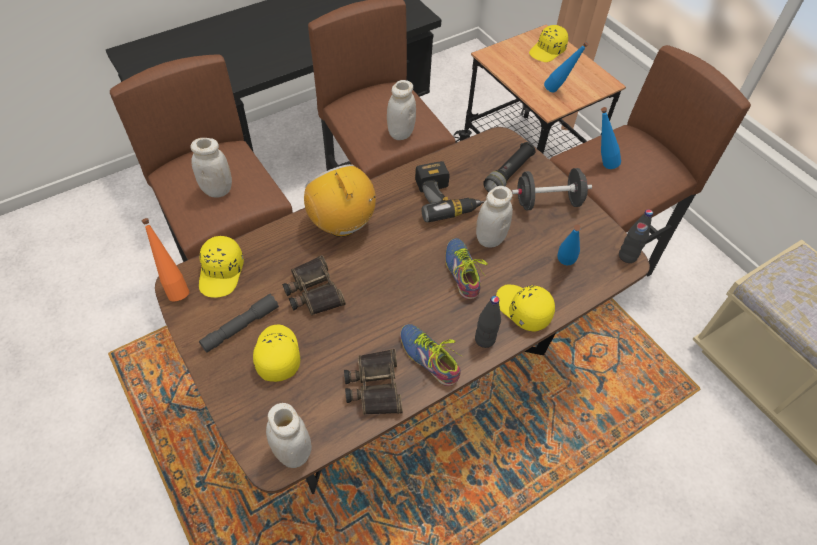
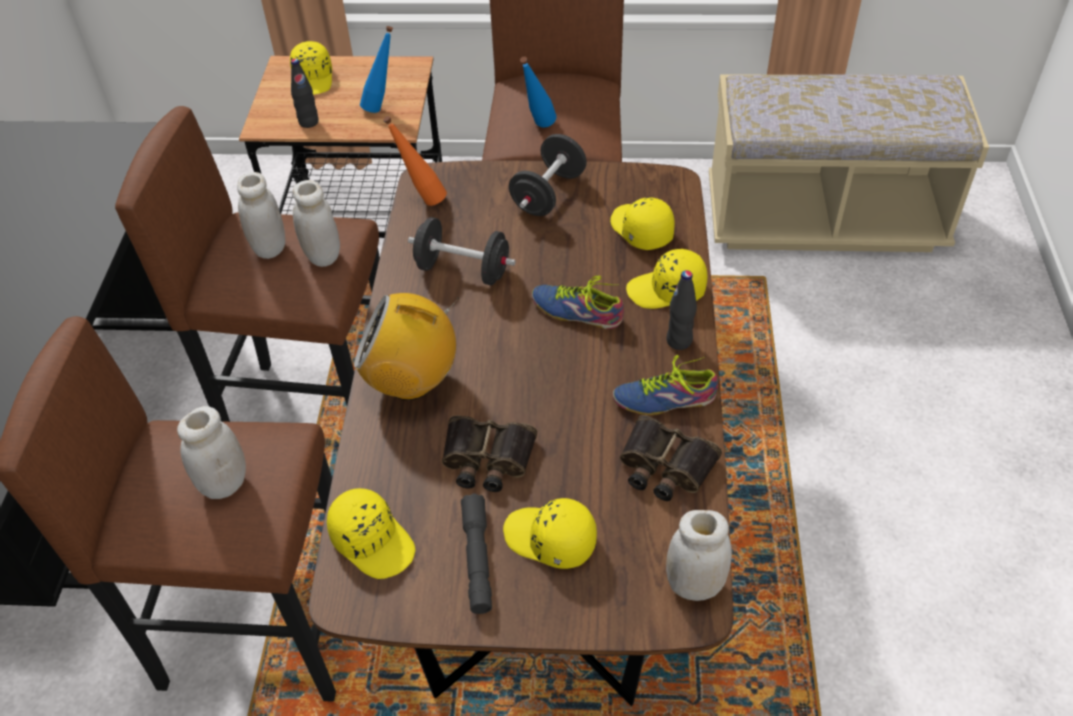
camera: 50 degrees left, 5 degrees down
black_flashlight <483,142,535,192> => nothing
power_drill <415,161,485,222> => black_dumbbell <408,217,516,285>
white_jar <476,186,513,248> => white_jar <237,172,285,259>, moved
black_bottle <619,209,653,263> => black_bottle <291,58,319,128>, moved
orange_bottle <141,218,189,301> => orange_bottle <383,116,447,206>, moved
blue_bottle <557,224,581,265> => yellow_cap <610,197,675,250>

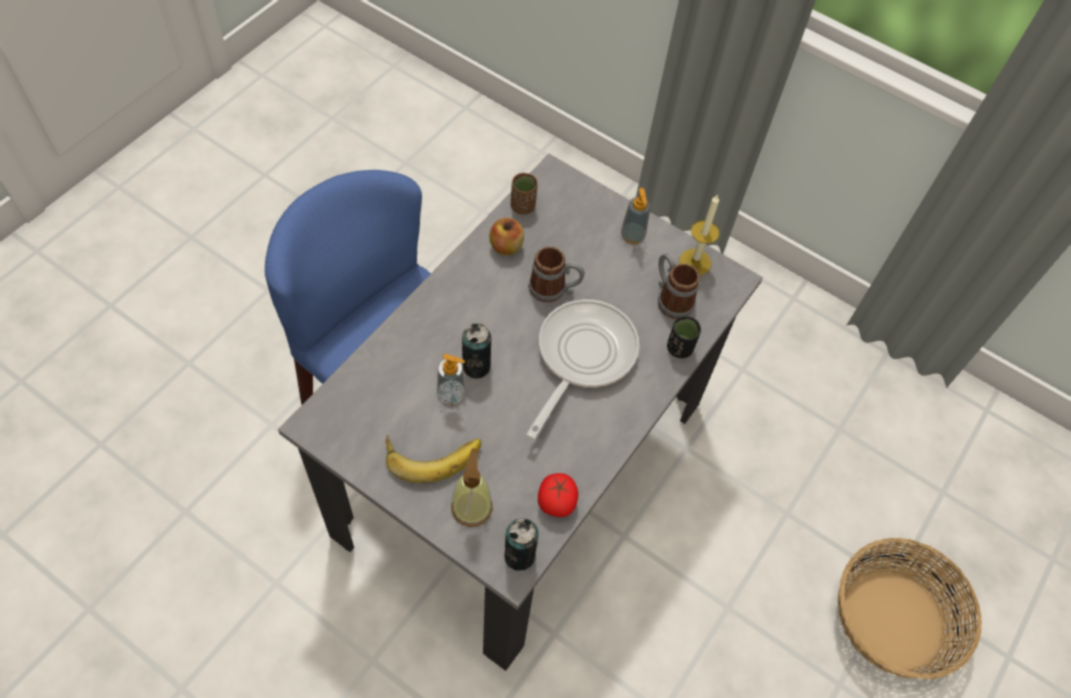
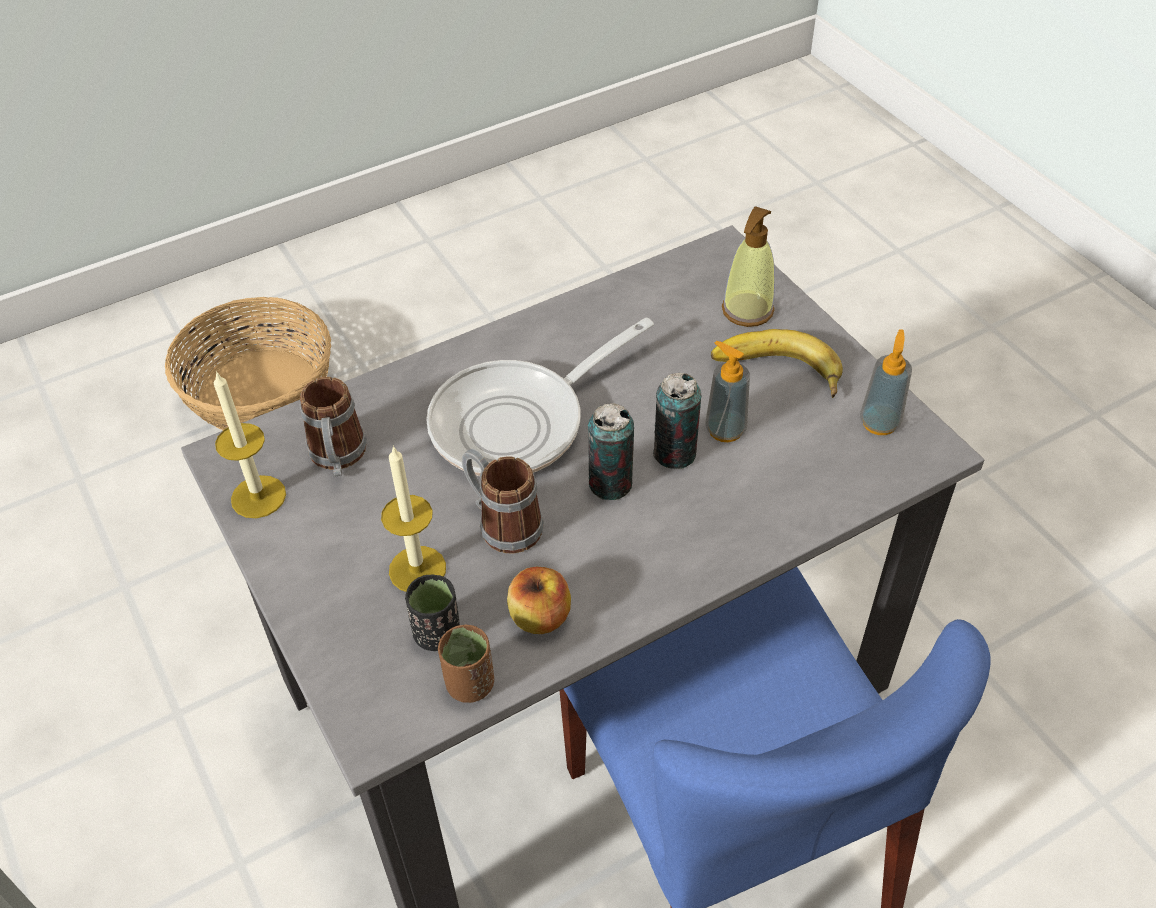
camera: 150 degrees left, 10 degrees down
soap_dispenser <621,188,650,244> => soap_dispenser <860,329,912,435>, moved
black_cup <667,316,701,358> => black_cup <405,575,460,651>, moved
tomato <538,473,578,517> => nothing
can <504,518,539,571> => can <587,403,634,500>, moved
nothing => candle <381,445,446,592>

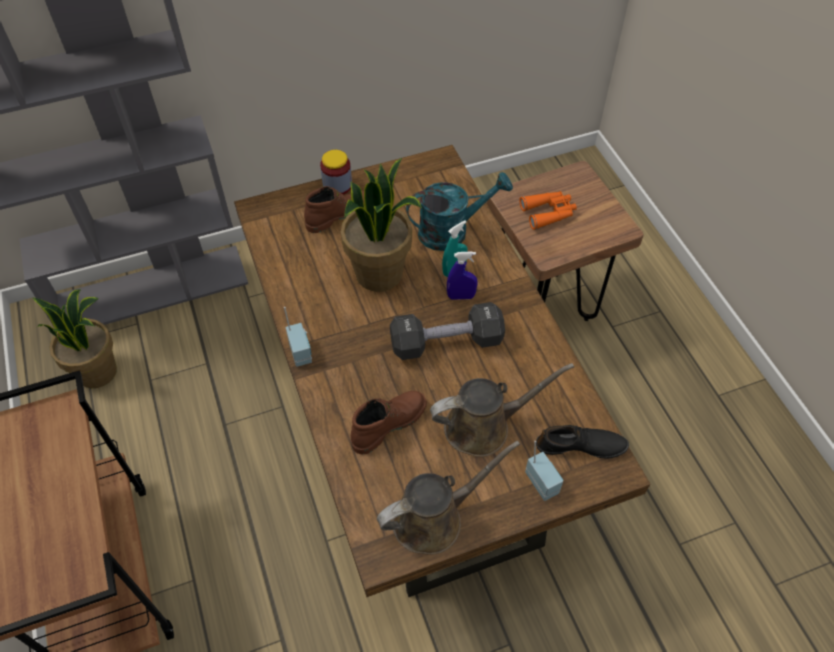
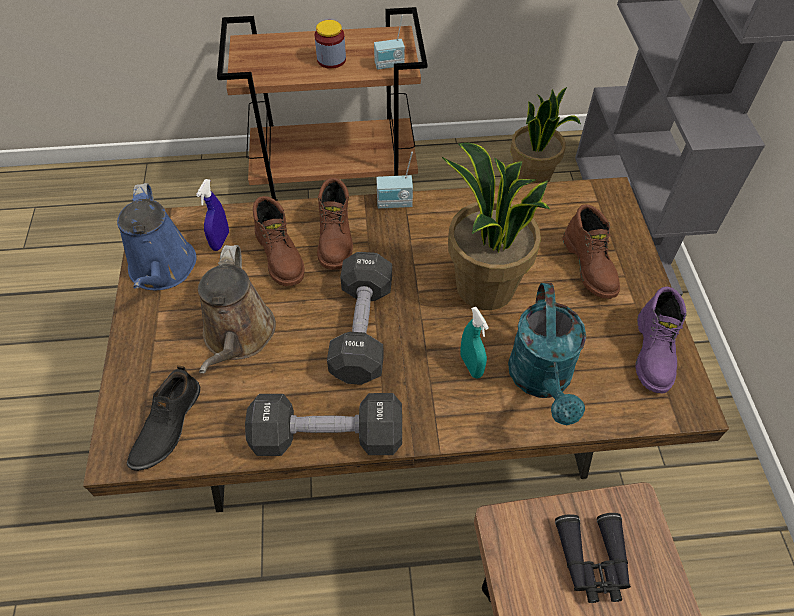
camera: 105 degrees right, 0 degrees up
jar <320,150,352,194> => jar <315,20,346,69>, moved
orange_binoculars <519,191,577,230> => black_binoculars <555,513,631,603>
blue_spray_bottle <447,251,478,300> => blue_spray_bottle <196,179,229,251>, moved
brown_watering_can <377,441,520,555> => blue_watering_can <117,183,197,290>
radio <525,441,563,501> => radio <374,15,405,70>, moved
nothing => brown_boot <317,178,353,270>
nothing => purple_boot <636,287,687,394>
nothing => black_dumbbell <245,393,402,456>

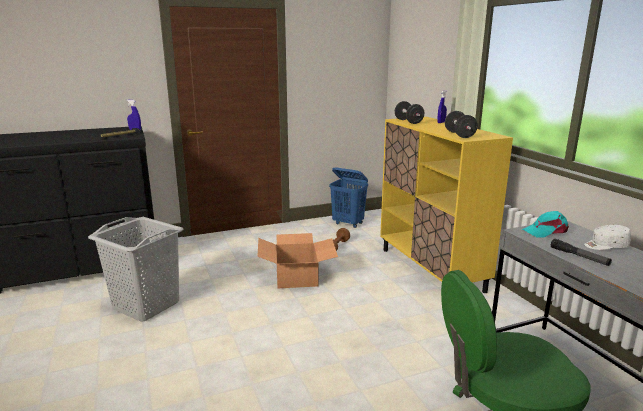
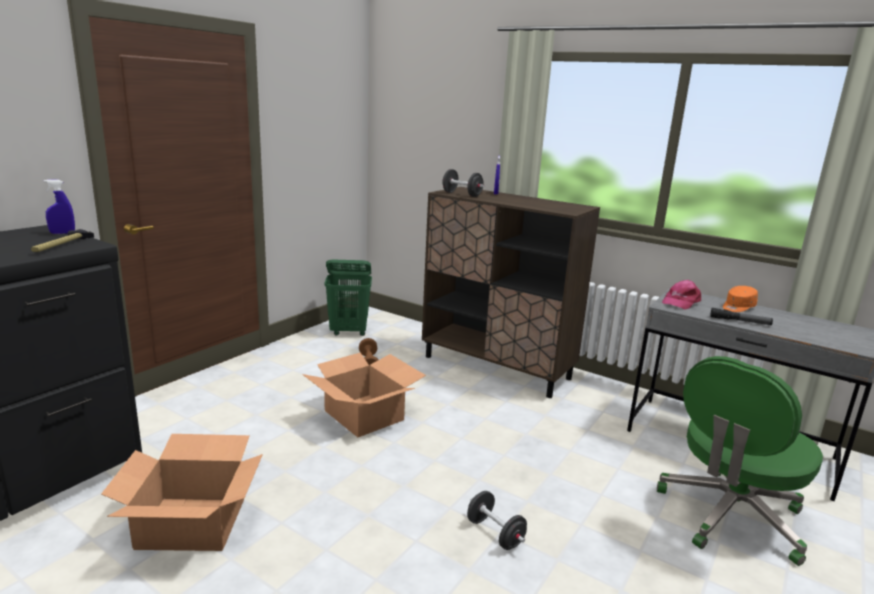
camera: 35 degrees left, 0 degrees up
black_dumbbell <445,111,478,138> => black_dumbbell <467,491,527,550>, moved
yellow_cabinet <380,117,513,293> => brown_cabinet <422,187,600,398>
blue_laundry_basket <329,167,368,228> => green_laundry_basket <325,259,372,336>
turquoise_cap <522,211,569,238> => pink_cap <662,280,701,310>
grey_laundry_basket <88,217,183,322> => cardboard_box <101,434,263,551>
white_cap <584,225,631,250> => orange_cap <723,286,758,312>

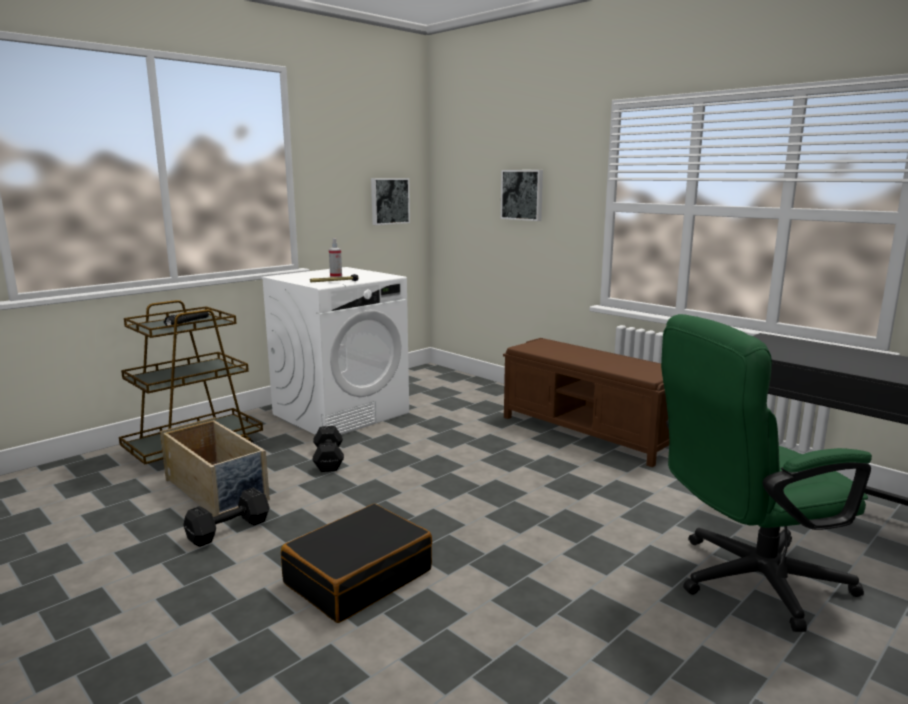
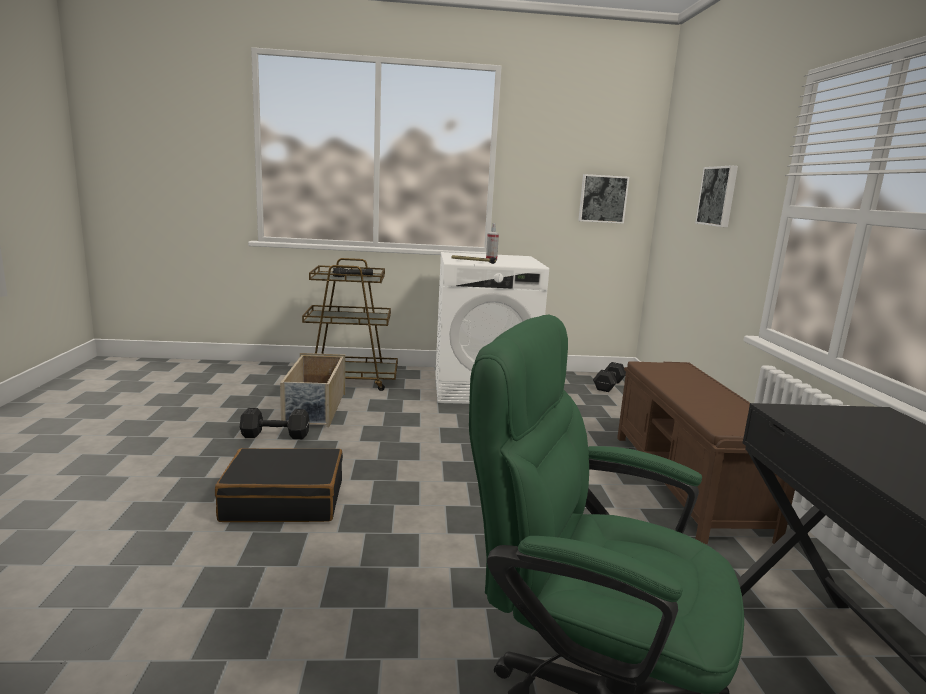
camera: 40 degrees right, 0 degrees up
black_dumbbell <313,426,344,472> => black_dumbbell <593,362,626,392>, moved

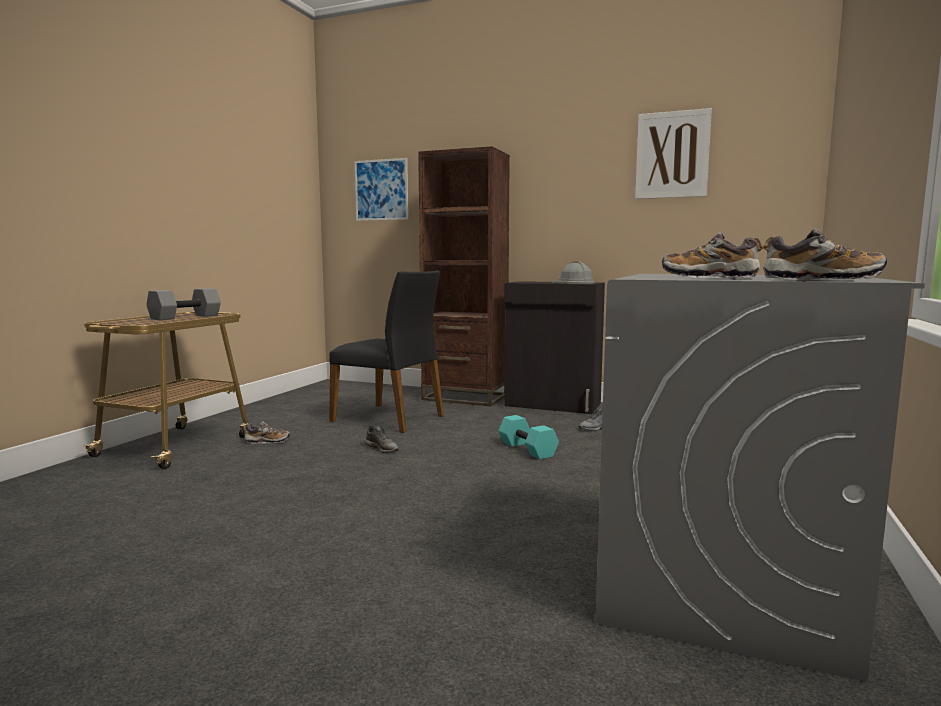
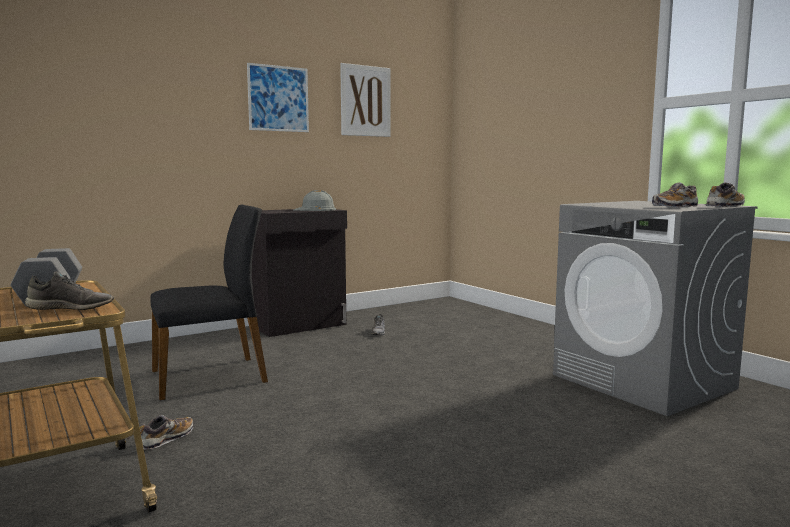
camera: 55 degrees left, 0 degrees up
brown_bookcase <418,146,510,406> => nothing
picture <355,158,408,221> => picture <247,63,309,132>, moved
turquoise_dumbbell <498,415,559,460> => nothing
grey_shoe <365,426,399,453> => grey_shoe <25,271,114,310>, moved

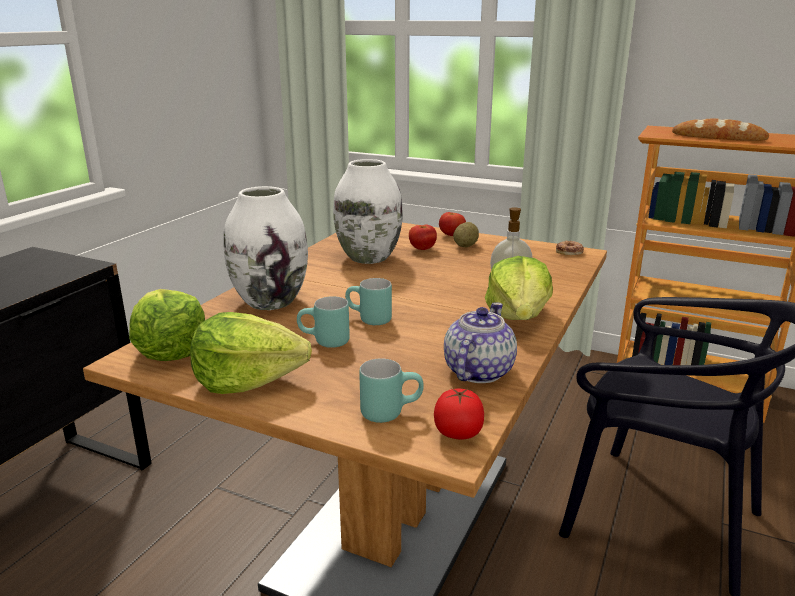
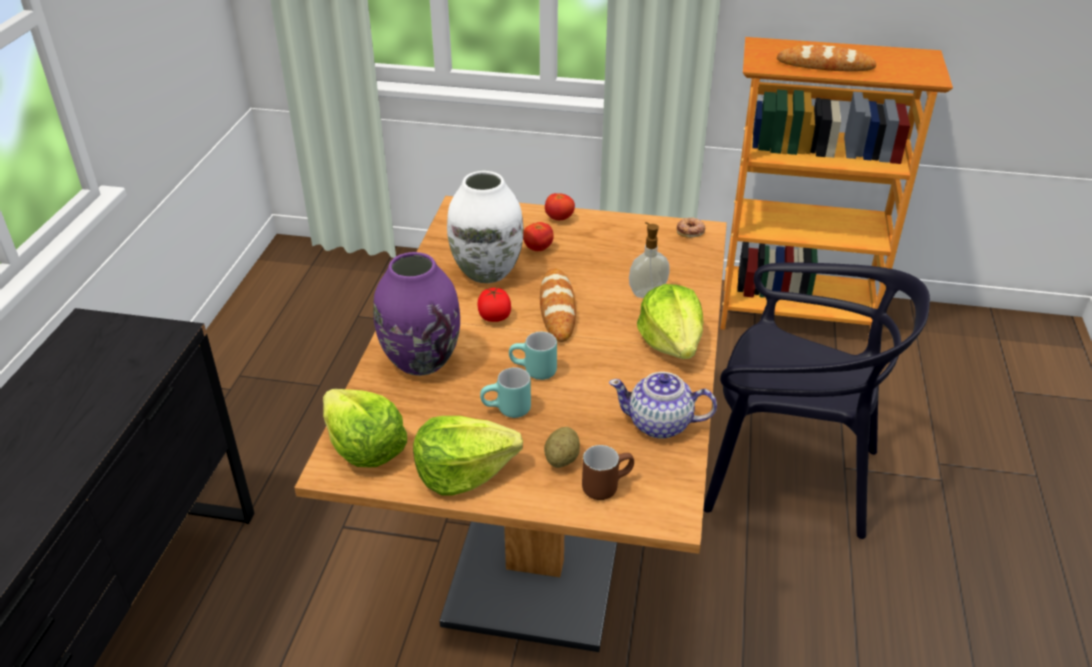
camera: 15 degrees left, 15 degrees up
white_vase <224,186,308,310> => purple_vase <373,252,460,376>
potato <453,222,479,247> => potato <544,427,580,468>, moved
teapot <444,302,517,383> => teapot <609,372,717,439>, 90 degrees counterclockwise
turquoise_mug <359,358,424,423> => brown_mug <582,445,634,500>
tomato <434,388,484,440> => tomato <477,288,511,322>, moved
nothing => bread <540,268,576,342>

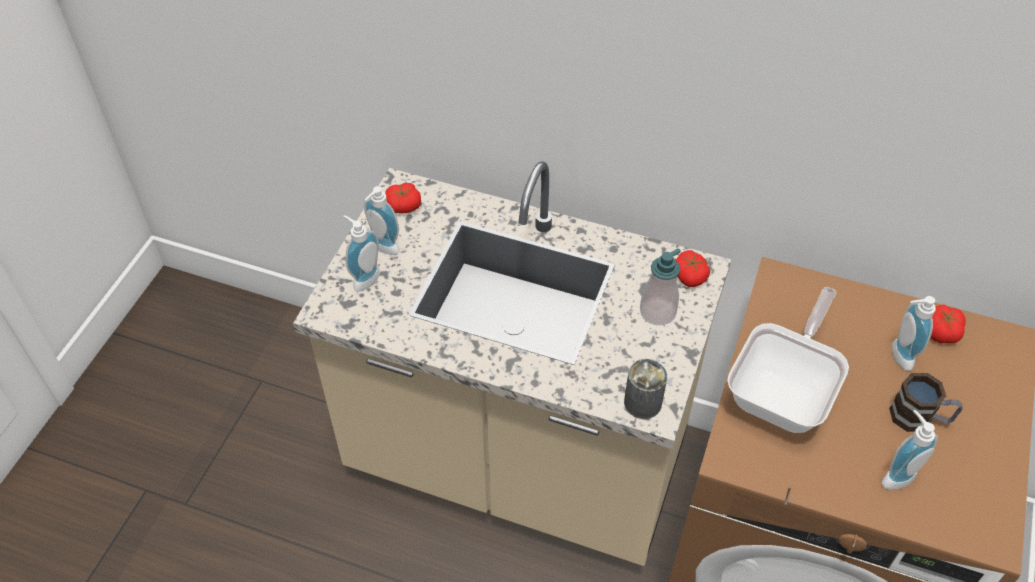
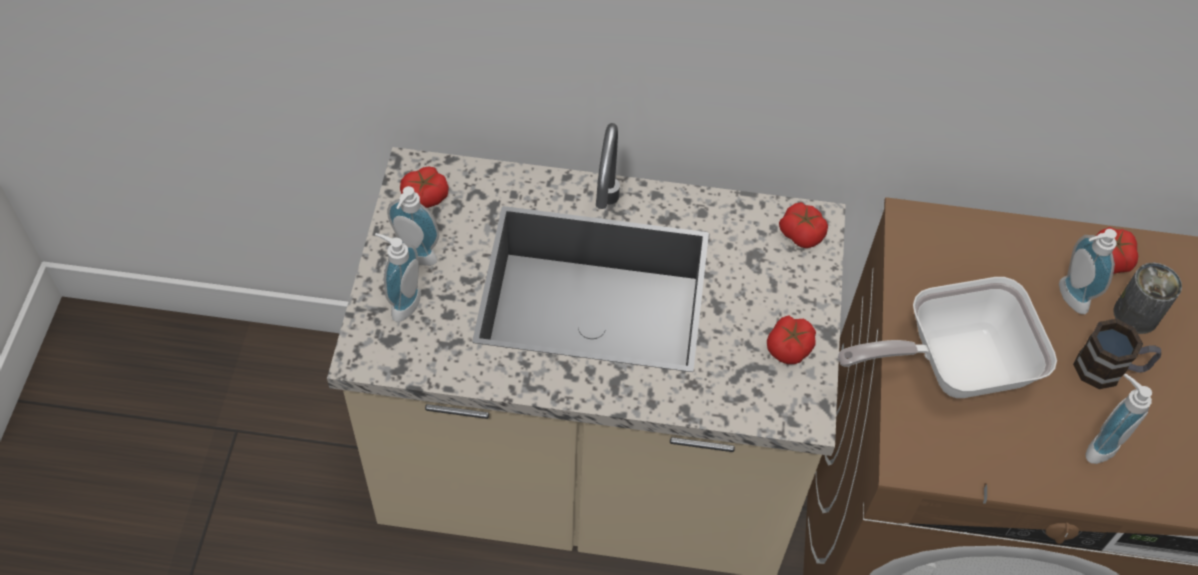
camera: 15 degrees left, 5 degrees up
soap_dispenser <640,248,681,325> => nothing
frying_pan <727,287,849,433> => frying_pan <838,277,1057,398>, 120 degrees counterclockwise
can <624,359,667,419> => can <1113,263,1182,334>, moved
nothing => tomato <767,316,816,364>

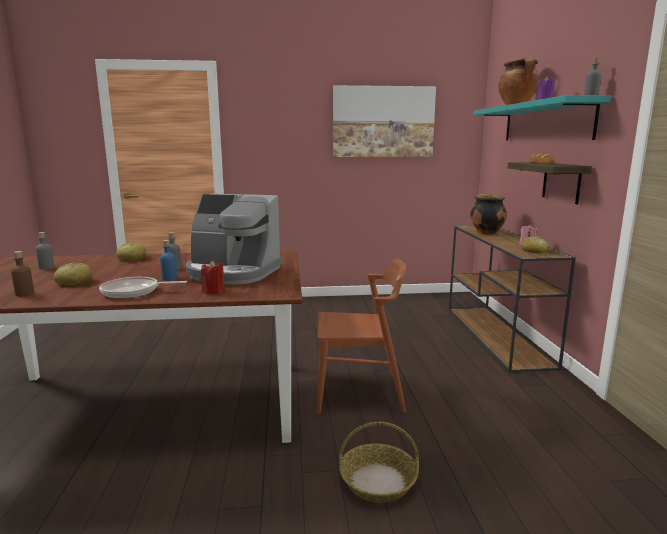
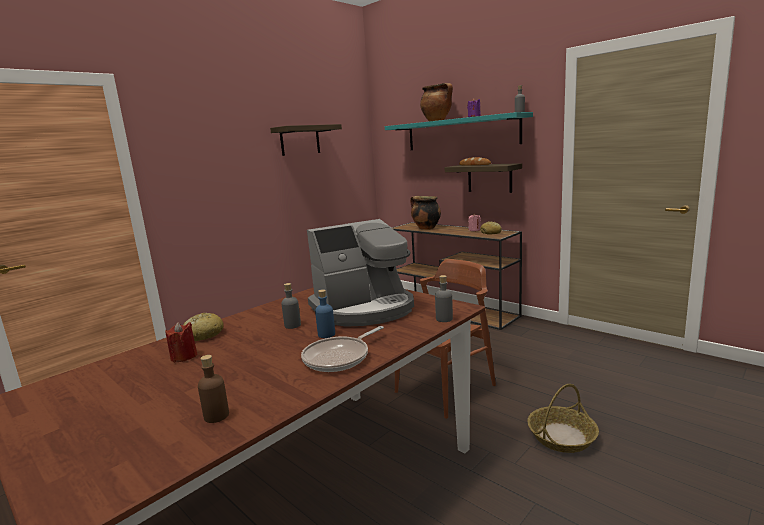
camera: 40 degrees left, 0 degrees up
picture <333,85,436,157> => shelf <270,124,342,156>
grey_bottle <36,232,54,270> => grey_bottle <435,275,453,322>, moved
red_candle <201,261,225,294> => red_candle <165,322,197,363>, moved
bread <54,263,92,286> => nothing

